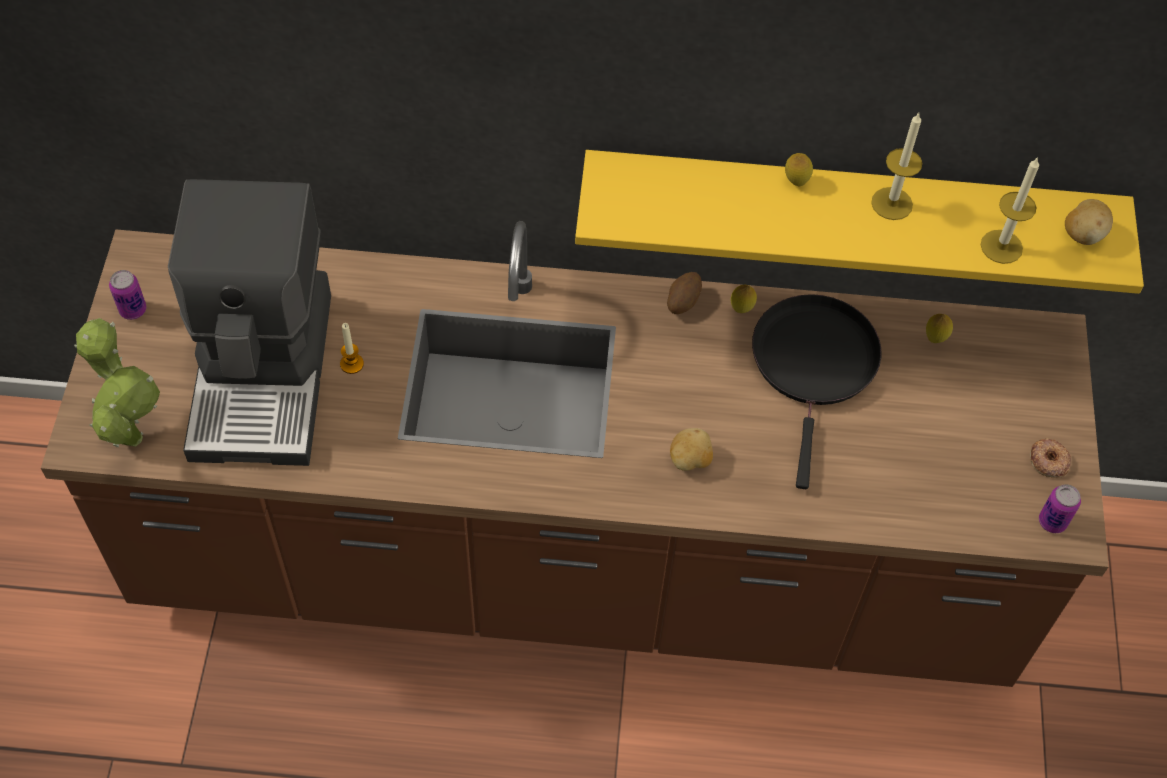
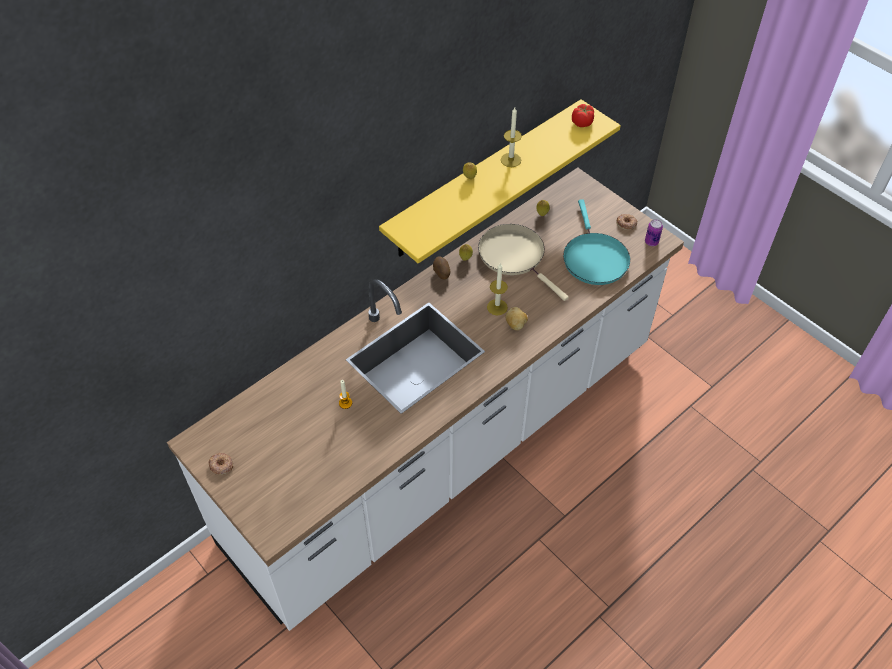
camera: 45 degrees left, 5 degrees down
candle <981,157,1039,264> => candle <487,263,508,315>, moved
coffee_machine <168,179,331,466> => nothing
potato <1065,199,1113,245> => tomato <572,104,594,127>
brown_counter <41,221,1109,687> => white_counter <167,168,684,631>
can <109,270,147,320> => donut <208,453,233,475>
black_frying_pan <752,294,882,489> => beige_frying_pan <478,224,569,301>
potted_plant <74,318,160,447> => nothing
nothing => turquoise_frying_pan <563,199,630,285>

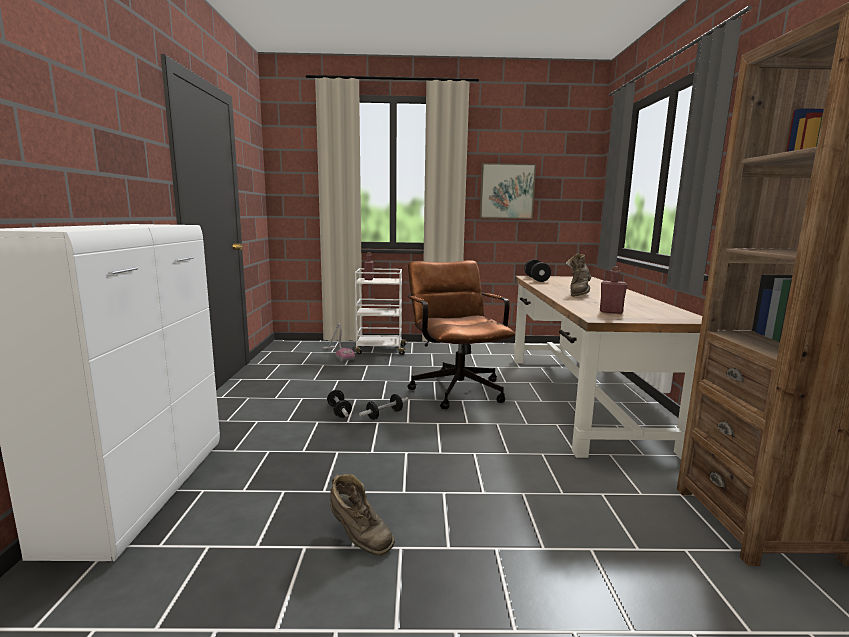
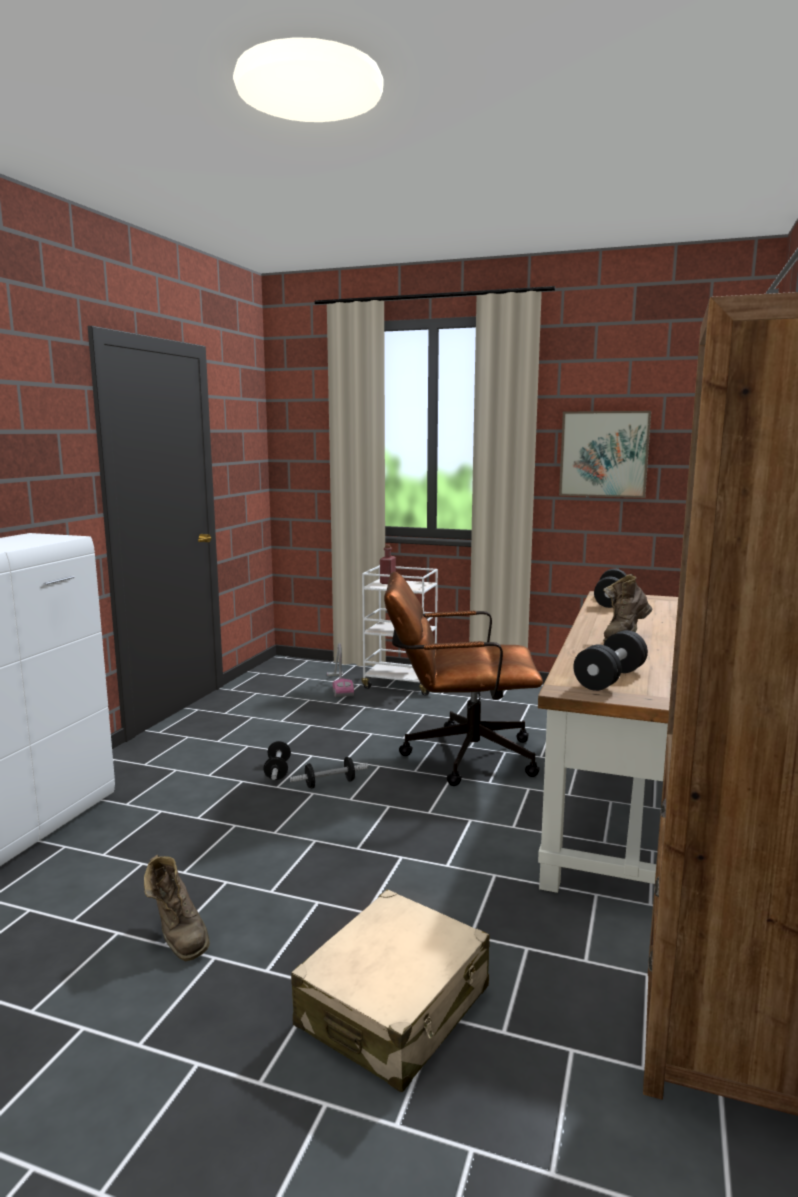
camera: 20 degrees right, 0 degrees up
brown_office_chair <407,260,515,409> => brown_office_chair <384,572,543,786>, 90 degrees counterclockwise
red_bottle <600,266,627,314> => black_dumbbell <573,630,648,691>
nothing => beige_suitcase <291,889,490,1092>

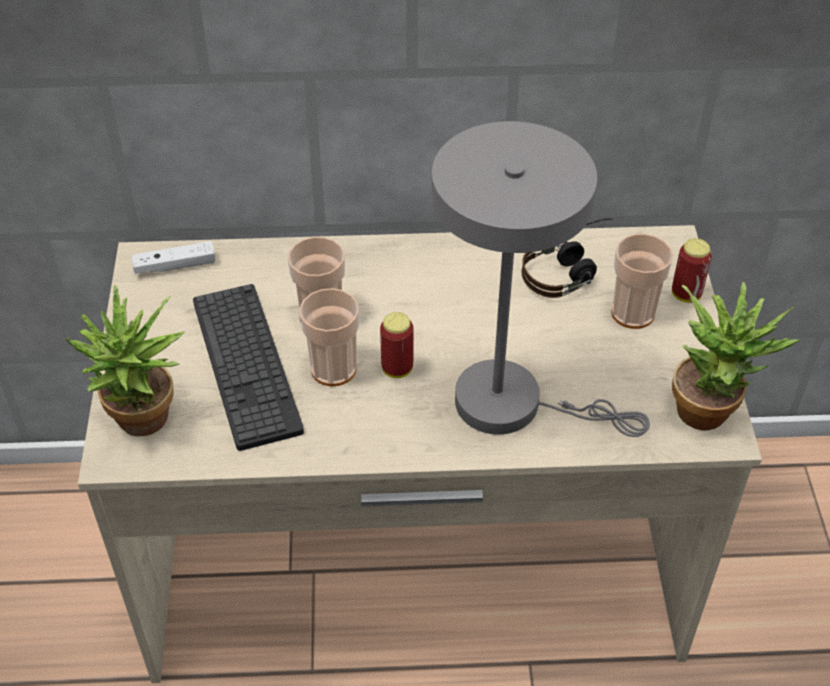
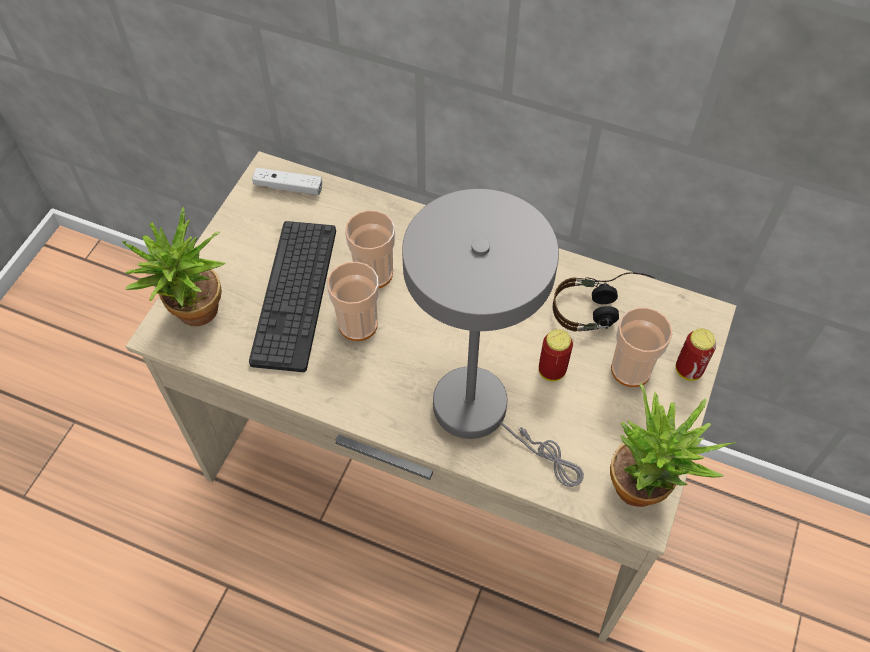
camera: 25 degrees right, 10 degrees up
can <380,312,413,378> => can <539,329,573,381>, moved

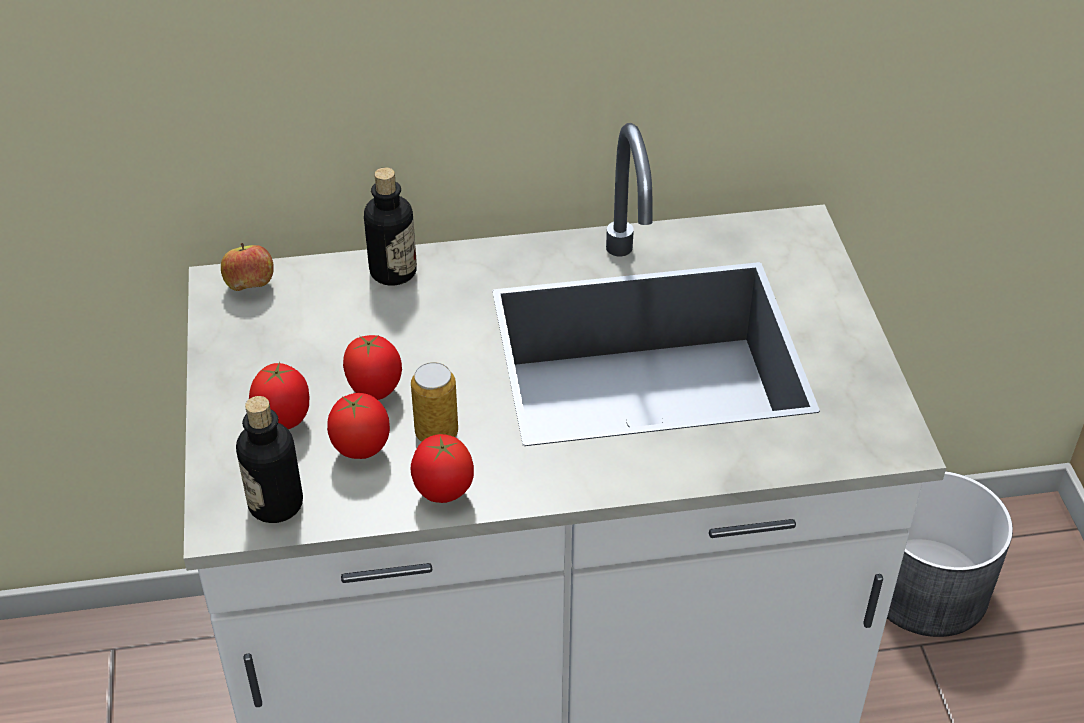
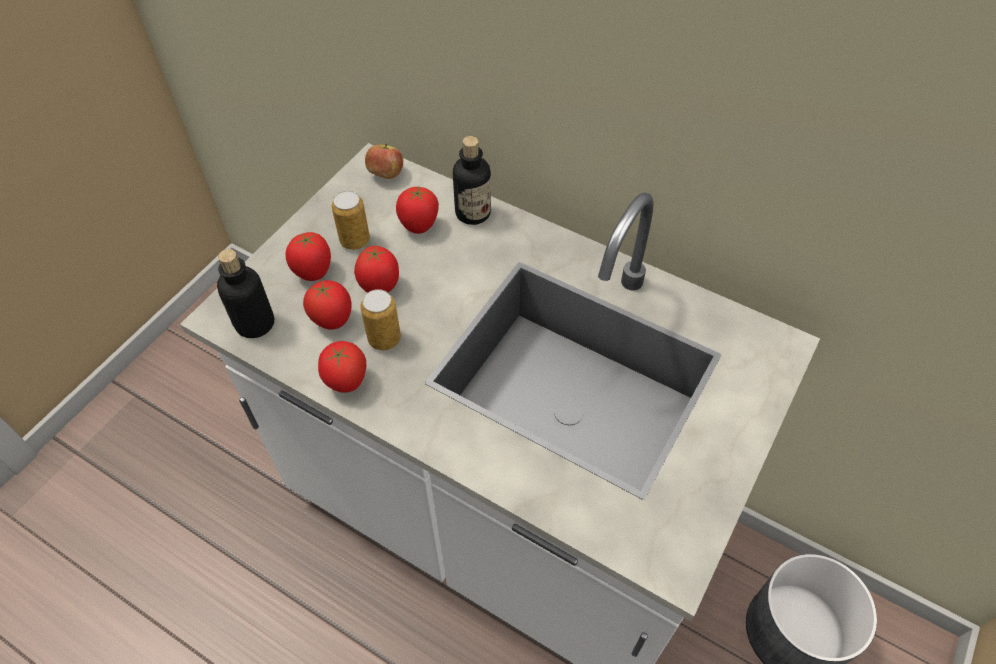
camera: 40 degrees right, 10 degrees up
nothing => tomato <396,187,439,234>
nothing => can <332,191,370,250>

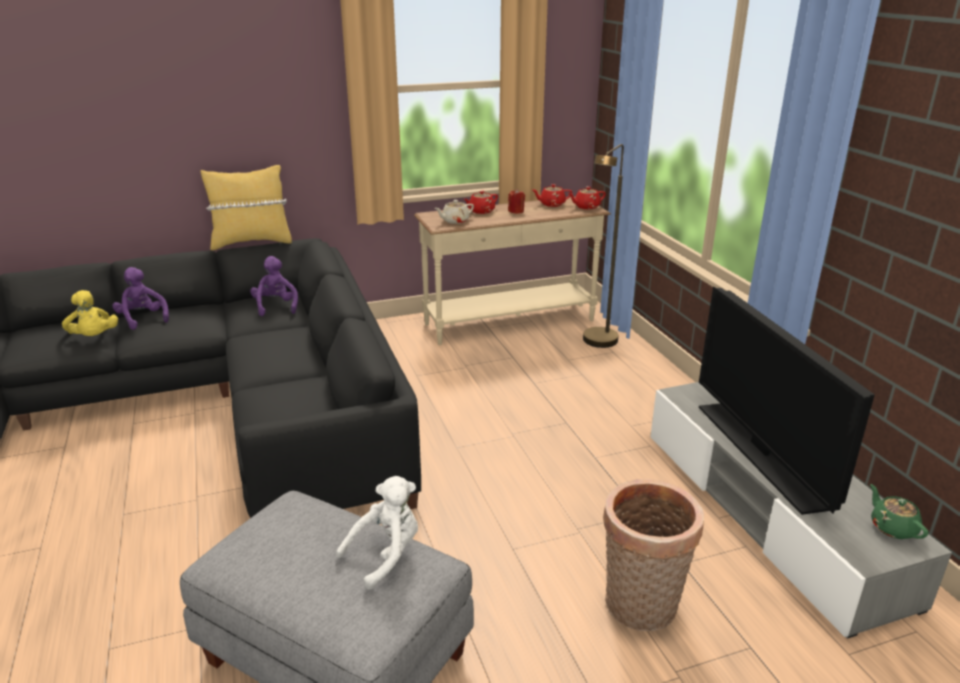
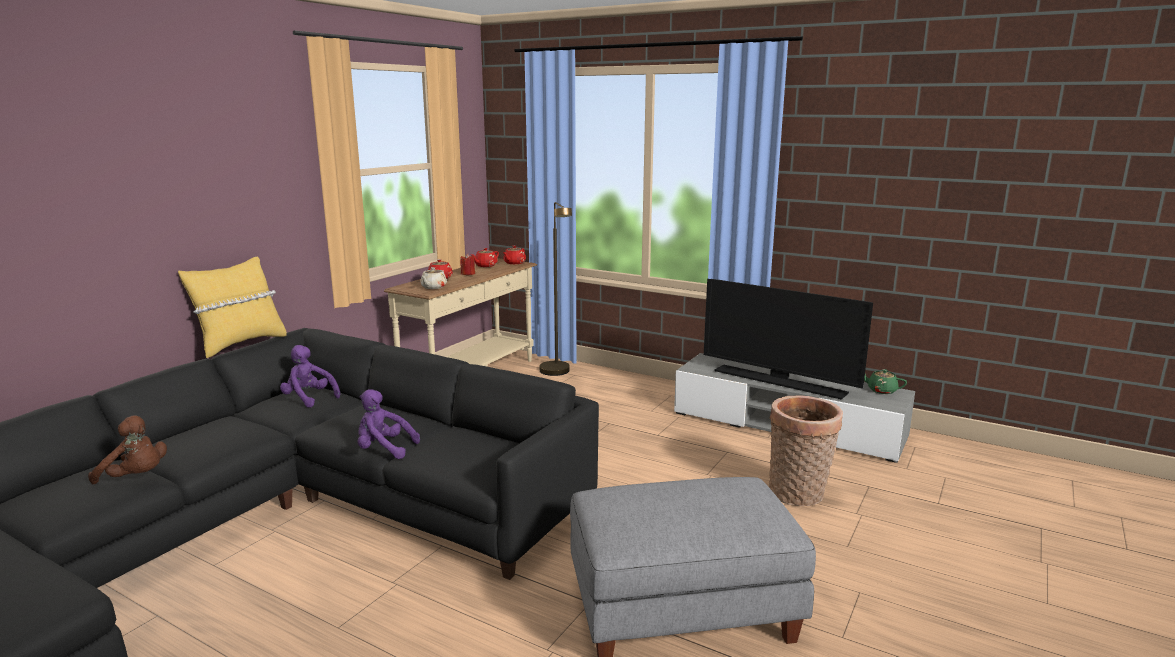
camera: 40 degrees left, 10 degrees down
purple_plush_toy <112,267,169,330> => purple_plush_toy <358,389,420,459>, moved
yellow_plush_toy <62,290,118,336> => brown_plush_toy <88,415,167,484>
white_plush_toy <336,476,418,590> => nothing

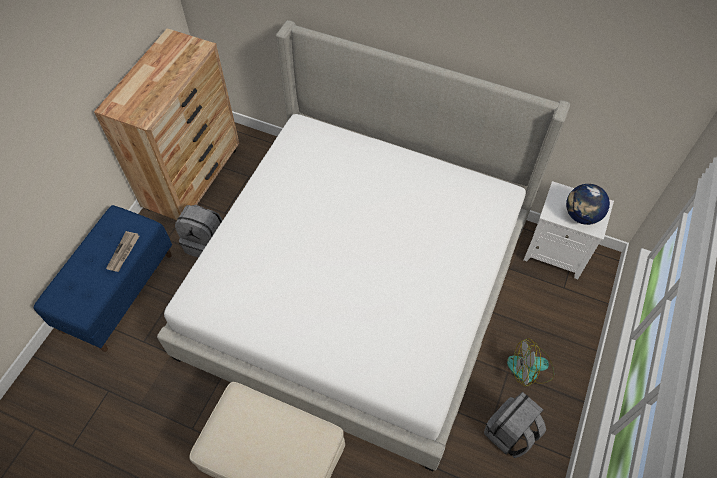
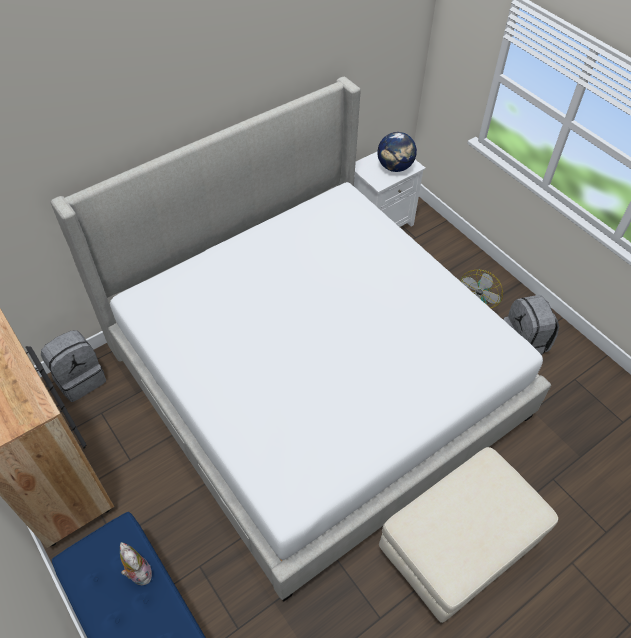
camera: 60 degrees left, 5 degrees down
grey_backpack <175,205,223,258> => grey_backpack <41,330,106,402>, moved
newspaper <106,231,139,272> => plush_toy <120,542,152,586>

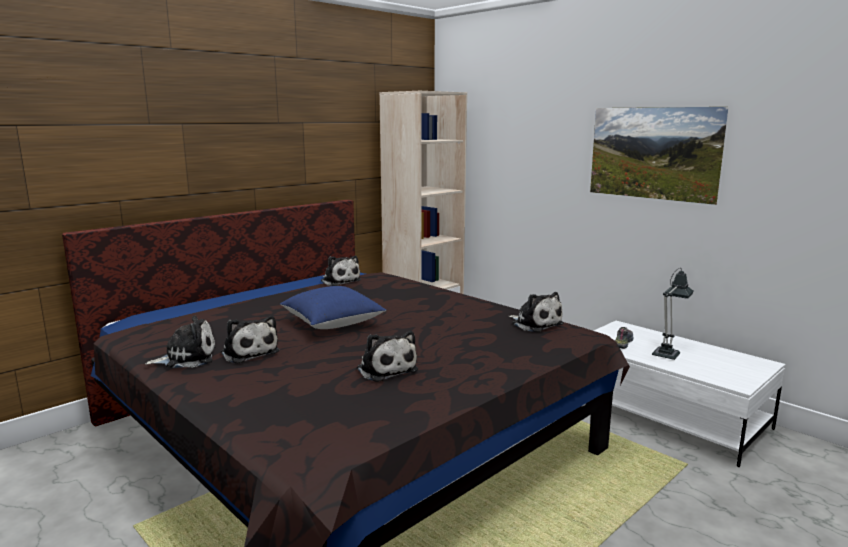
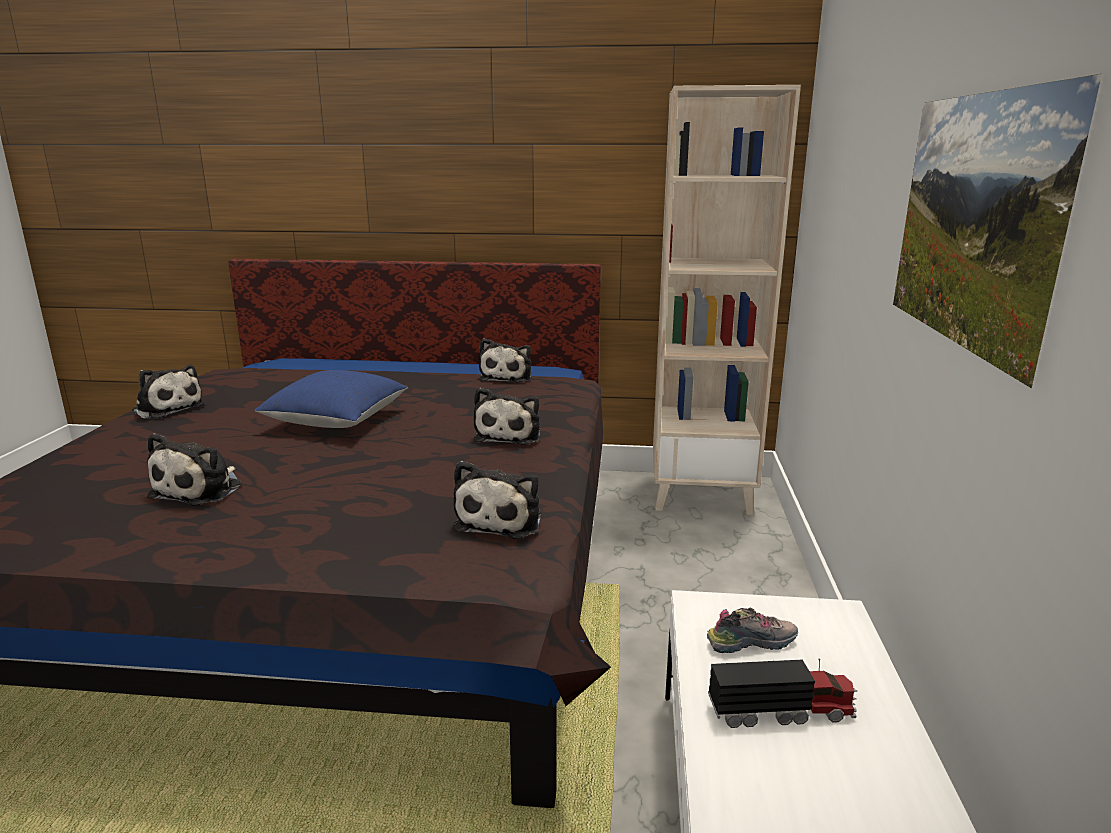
camera: 50 degrees right, 5 degrees up
table_lamp <652,268,694,360> => toy_truck <708,658,858,728>
plush_toy <221,316,279,364> => plush_toy <474,388,540,445>, moved

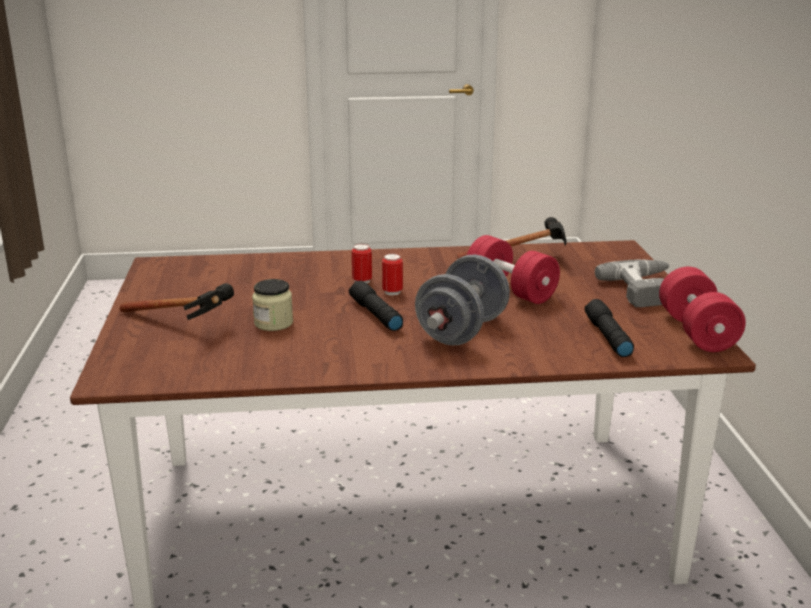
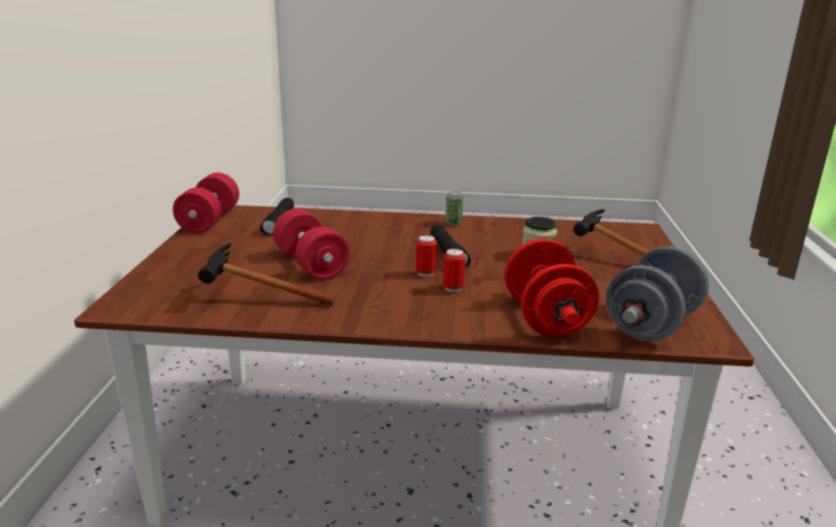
camera: 170 degrees left, 0 degrees up
grey_dumbbell <415,255,510,345> => grey_dumbbell <606,246,709,342>, moved
power_drill <595,260,670,307> => nothing
nothing => can <445,191,463,225>
nothing => red_dumbbell <504,239,599,337>

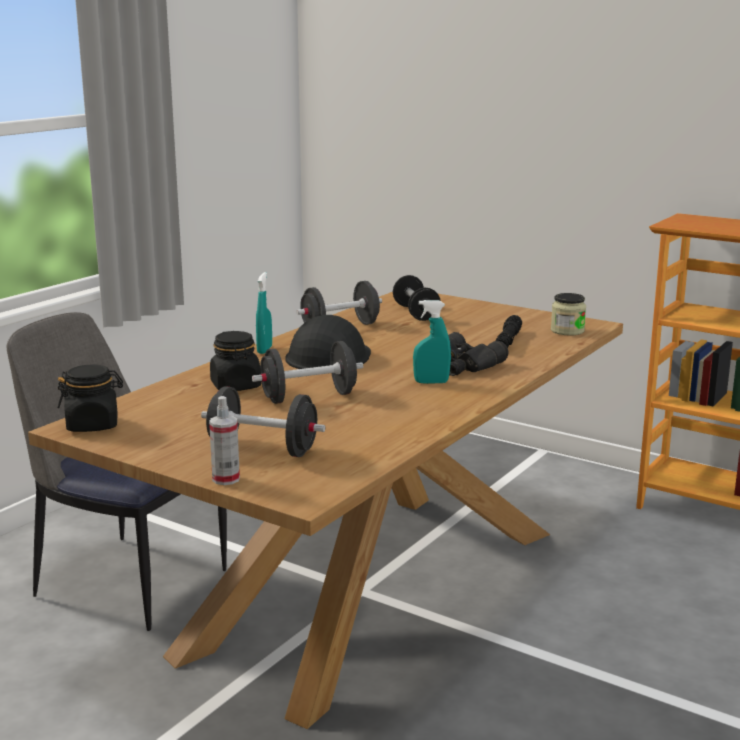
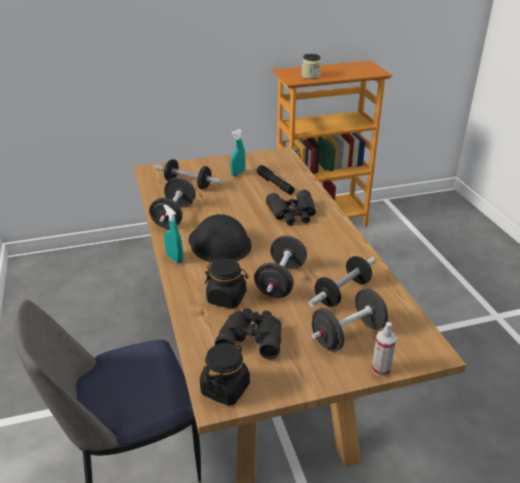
camera: 50 degrees left, 15 degrees up
jar <551,293,586,335> => jar <301,54,321,79>, moved
turquoise_spray_bottle <413,300,451,384> => turquoise_spray_bottle <230,129,245,176>, moved
nothing => dumbbell <308,256,376,307>
nothing => black_binoculars <215,308,281,360>

